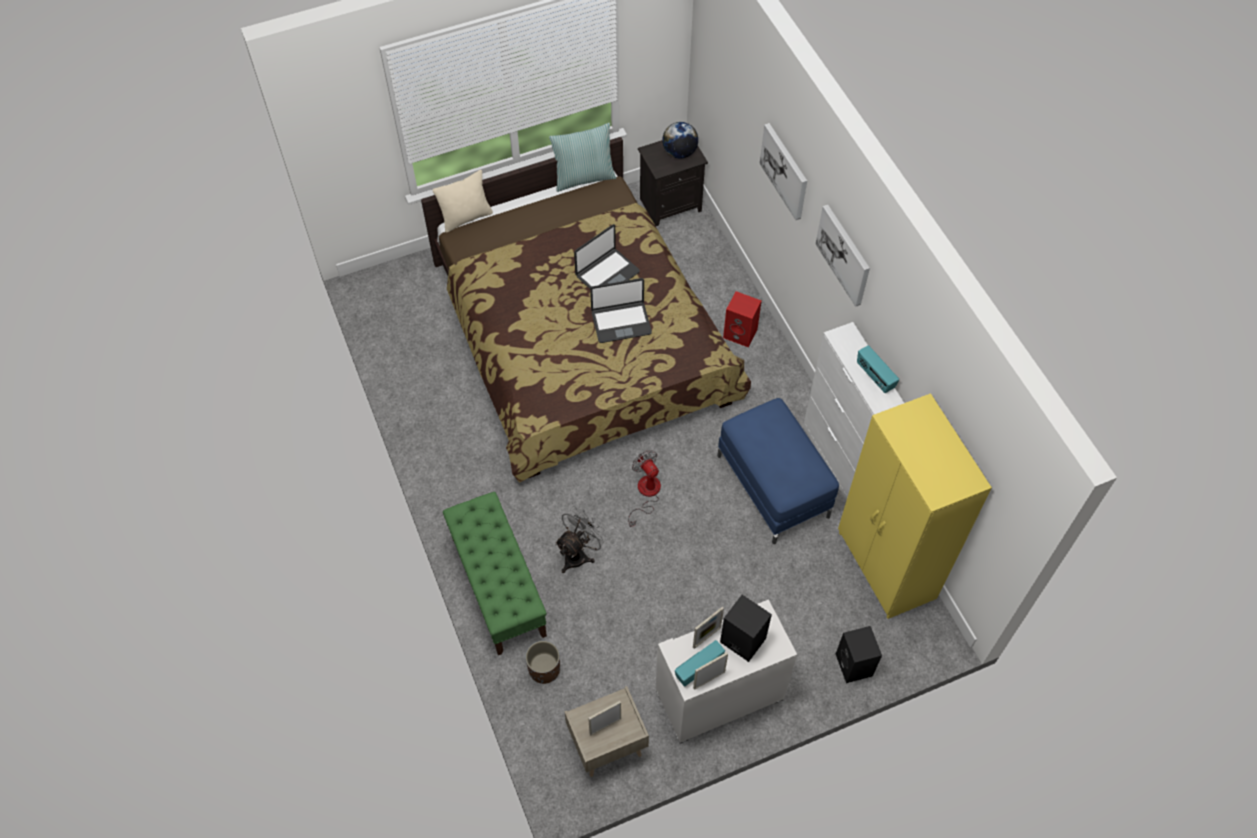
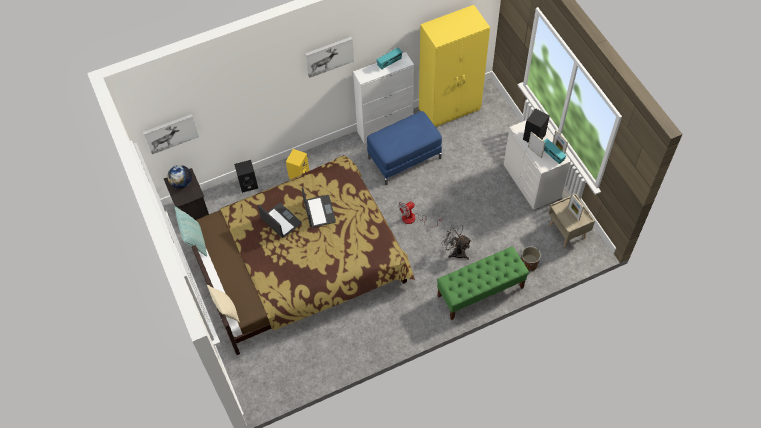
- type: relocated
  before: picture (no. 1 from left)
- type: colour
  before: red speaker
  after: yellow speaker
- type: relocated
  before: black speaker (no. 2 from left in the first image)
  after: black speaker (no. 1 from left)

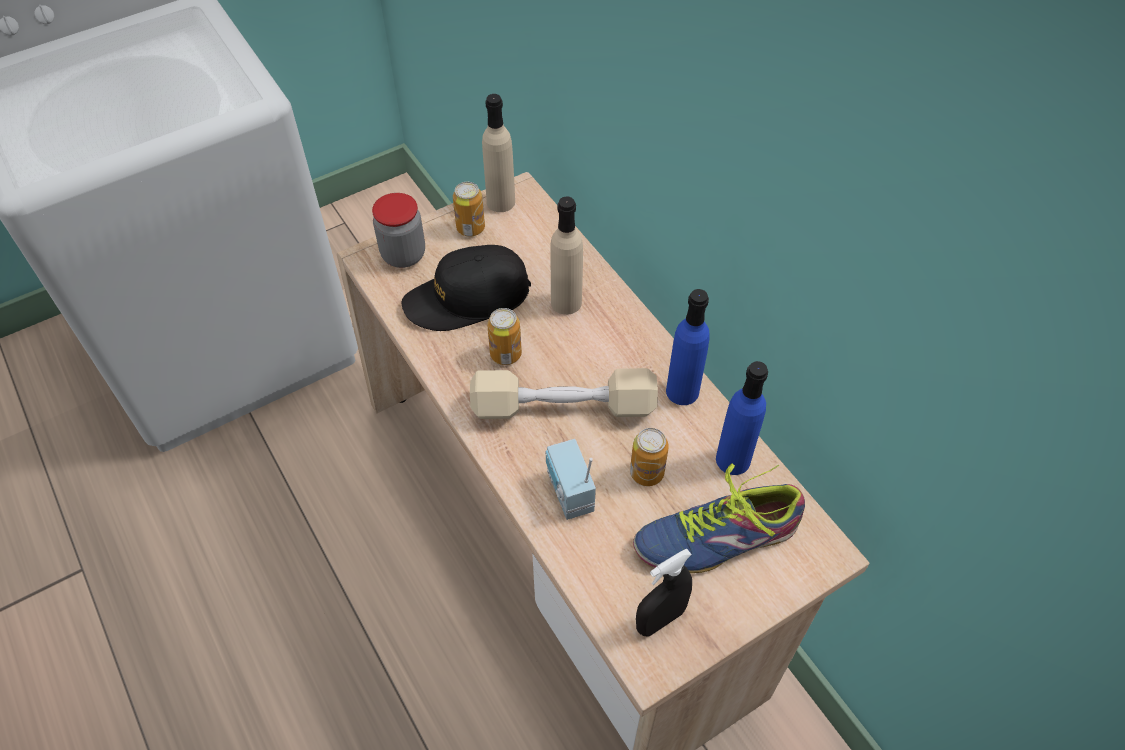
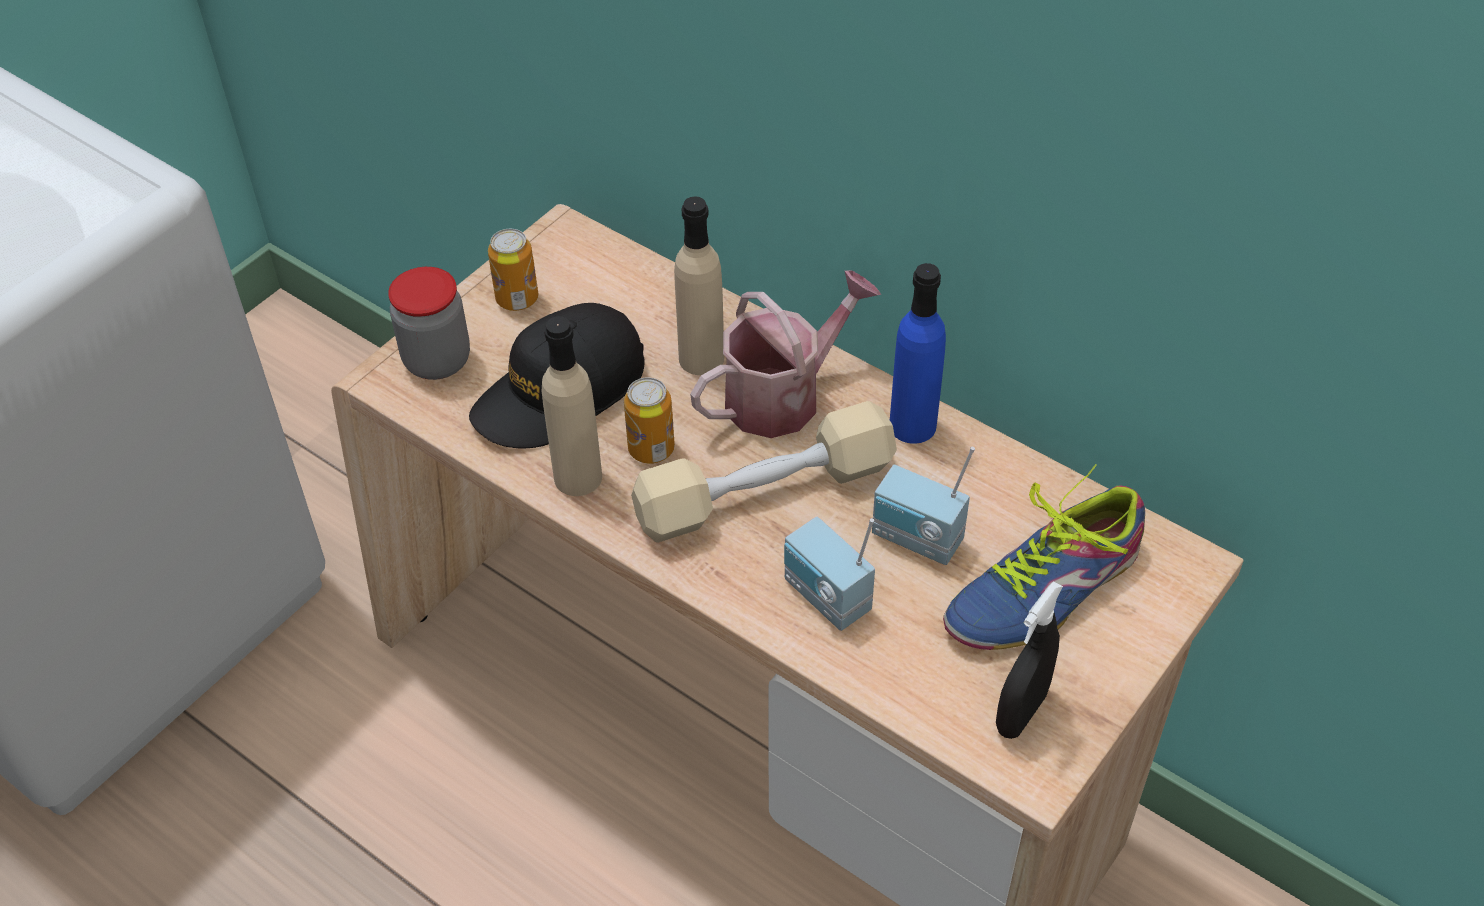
- type: relocated
  before: beige bottle (no. 1 from left)
- type: missing
  before: blue bottle (no. 2 from left)
- type: exchanged
  before: can (no. 3 from left)
  after: radio (no. 2 from left)
- type: appeared
  after: watering can

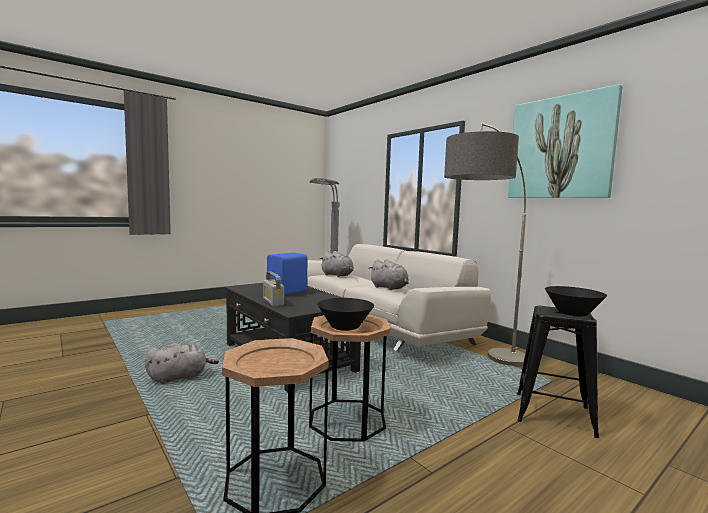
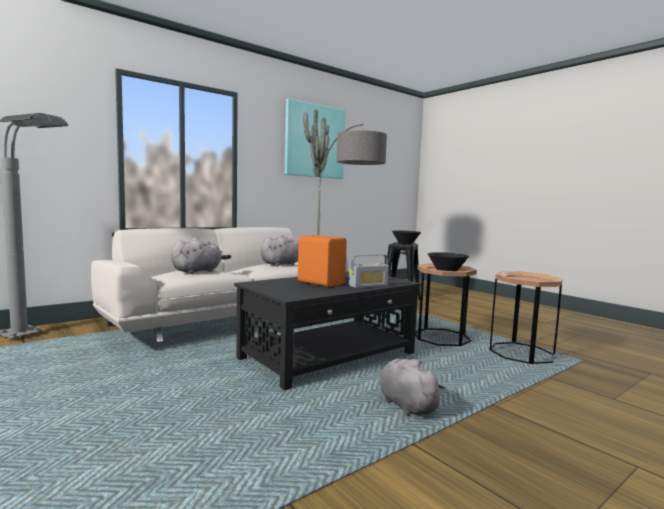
- type: colour
  before: blue speaker
  after: orange speaker

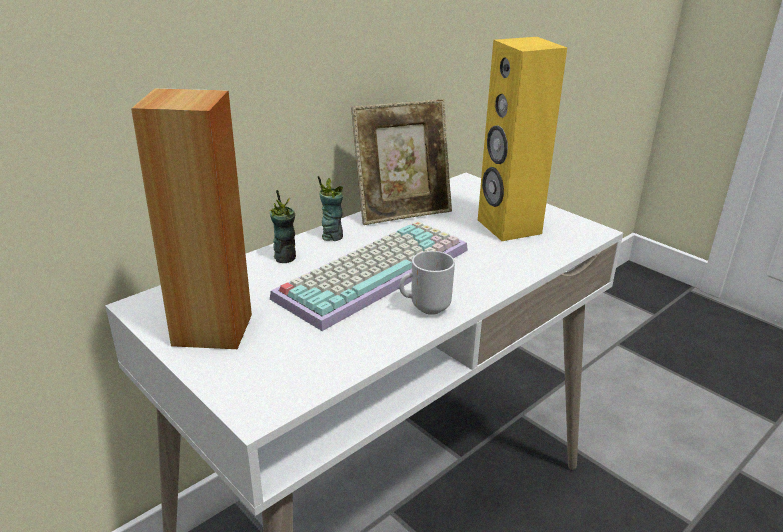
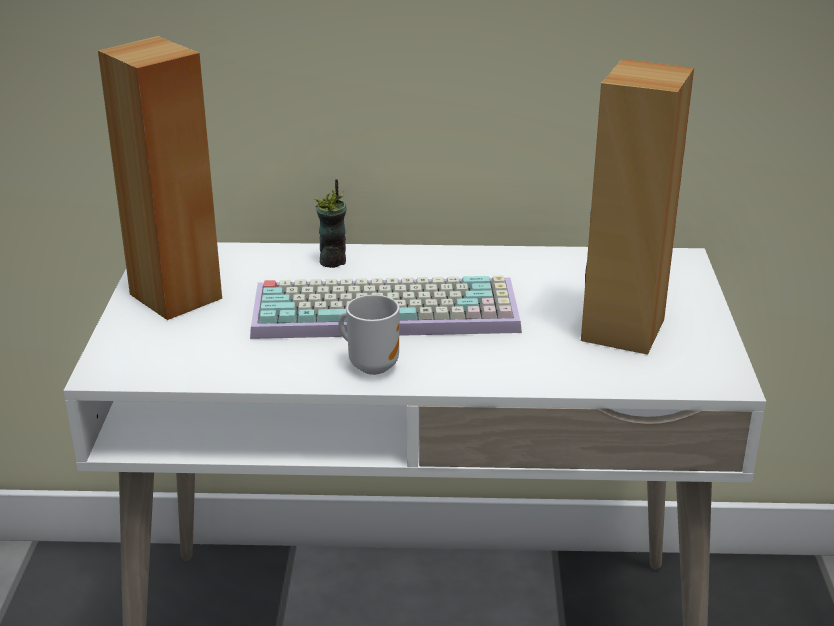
- type: colour
  before: yellow speaker
  after: brown speaker (no. 2 from left)
- type: missing
  before: picture frame
- type: missing
  before: cup (no. 2 from left)

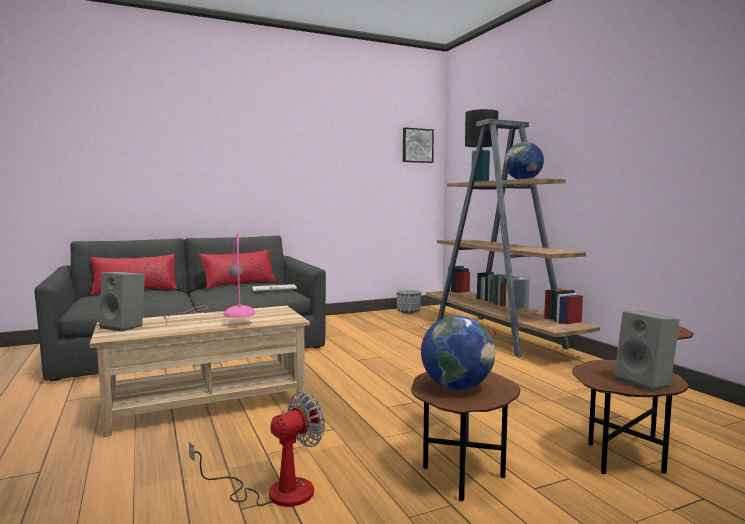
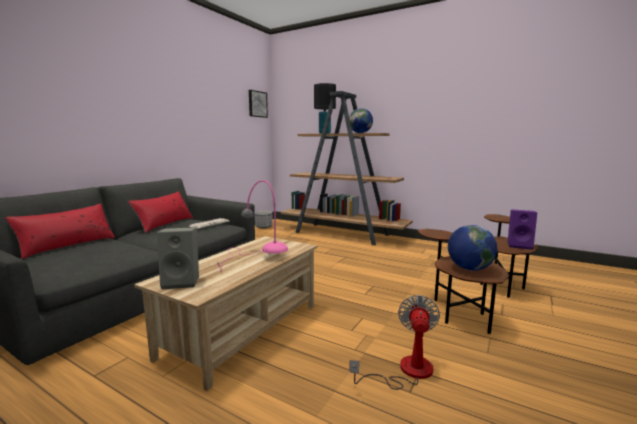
- type: colour
  before: grey speaker (no. 2 from left)
  after: purple speaker

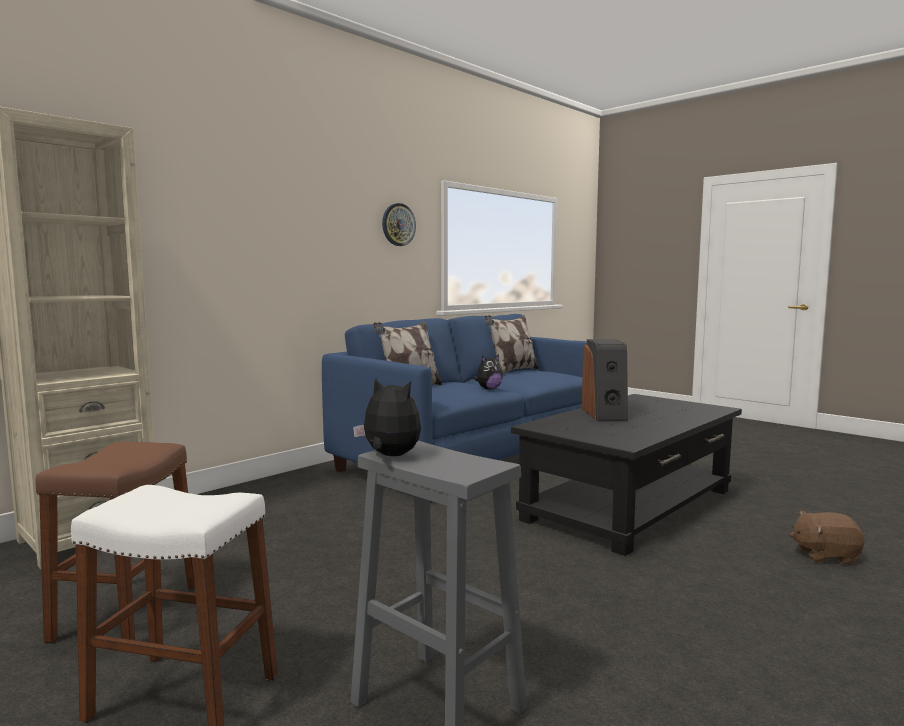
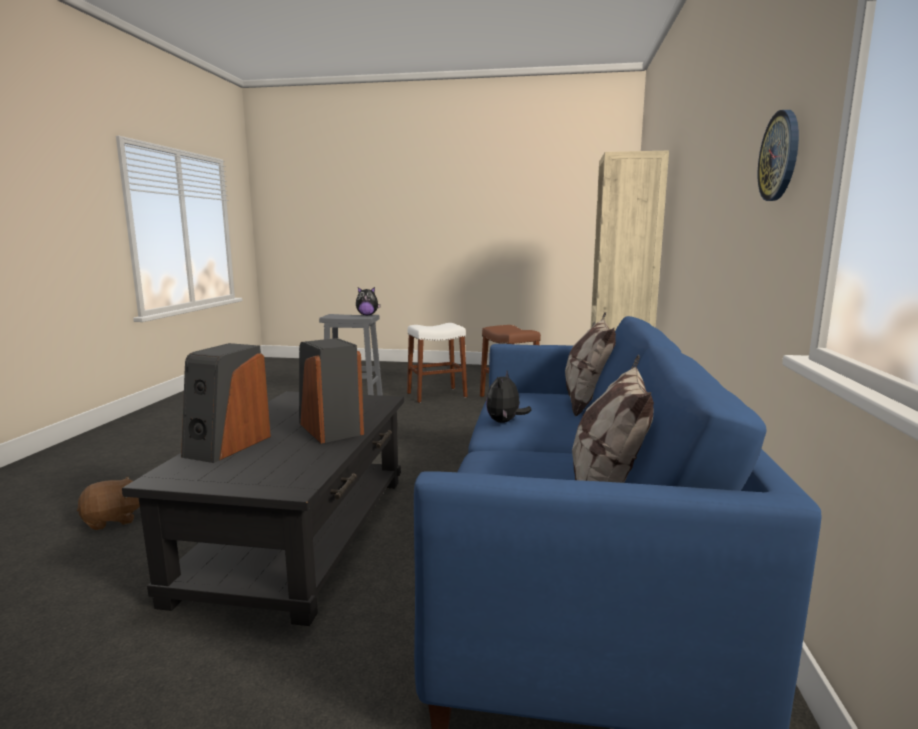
- type: appeared
  after: speaker (no. 1 from left)

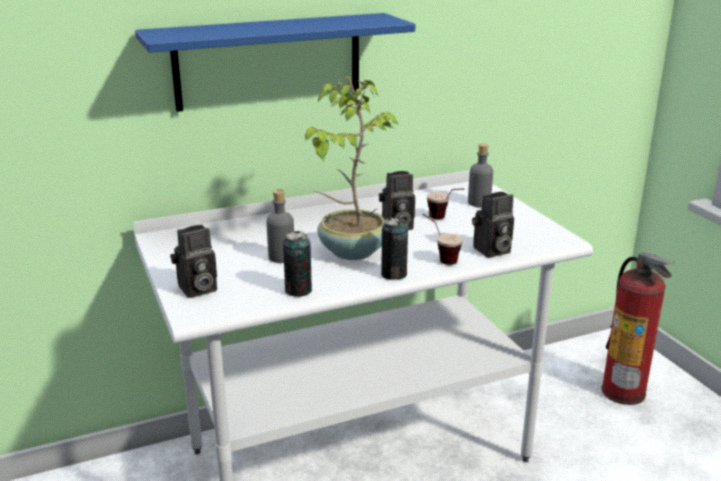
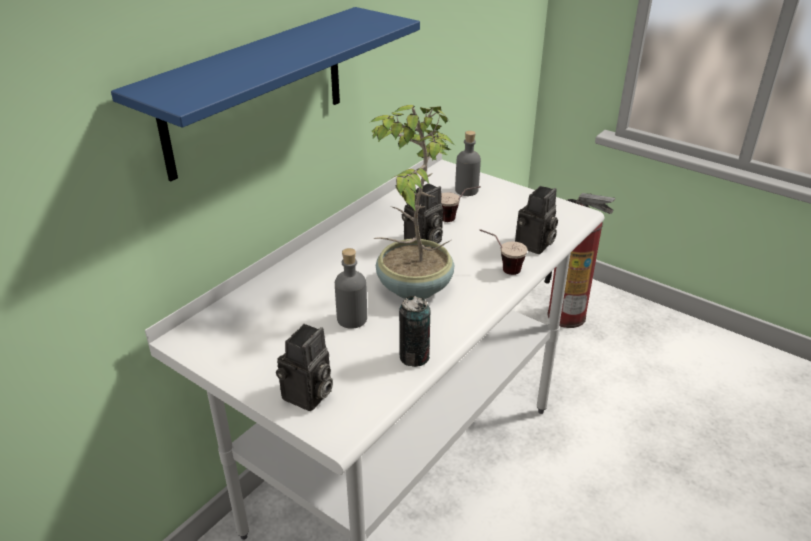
- type: missing
  before: can (no. 2 from left)

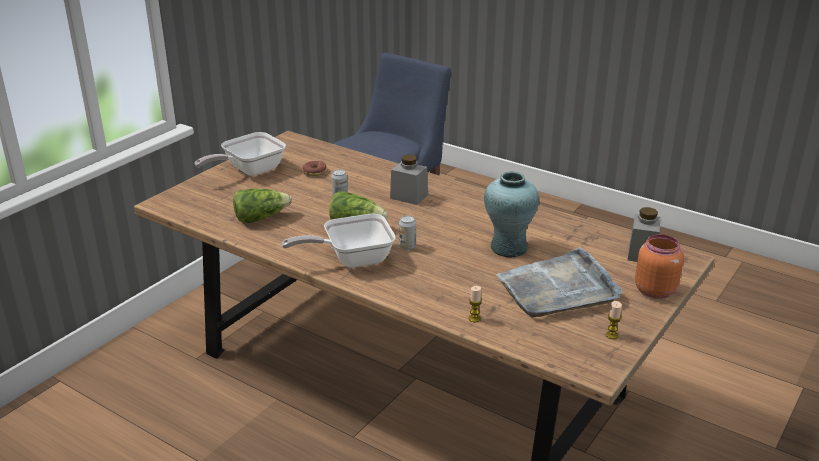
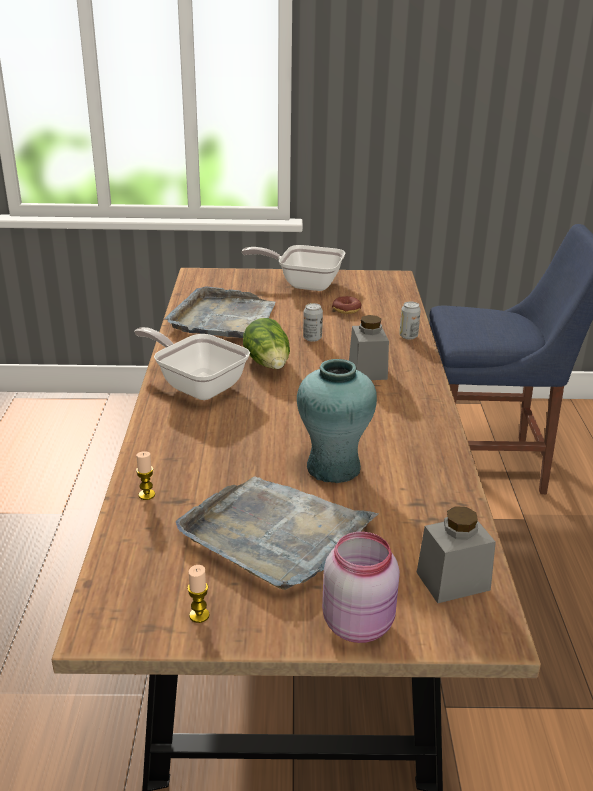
- type: exchanged
  before: lettuce (no. 1 from left)
  after: grey tray (no. 1 from left)
- type: relocated
  before: can (no. 2 from left)
- type: colour
  before: orange jar
  after: pink jar

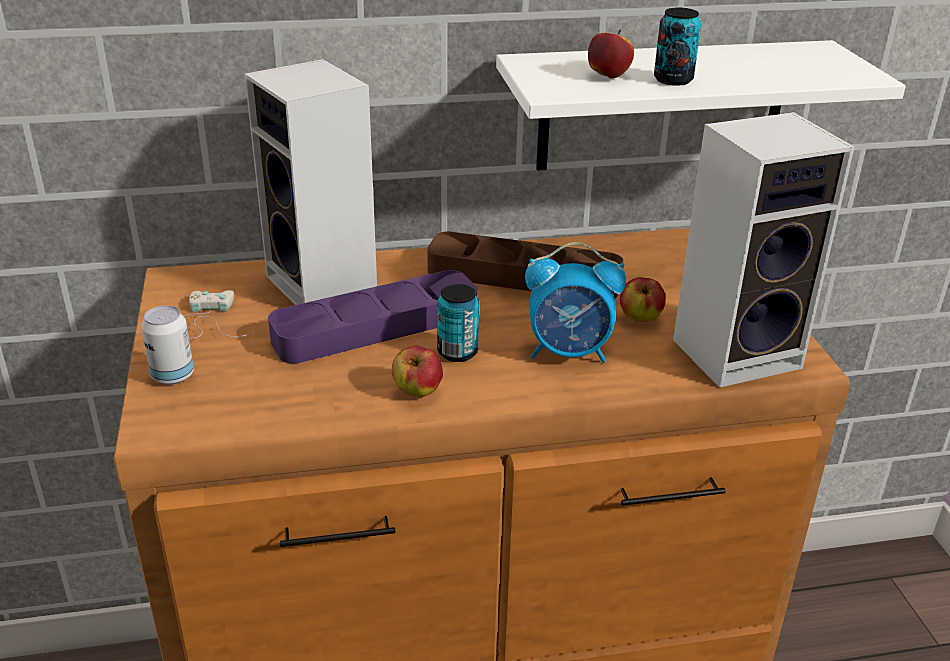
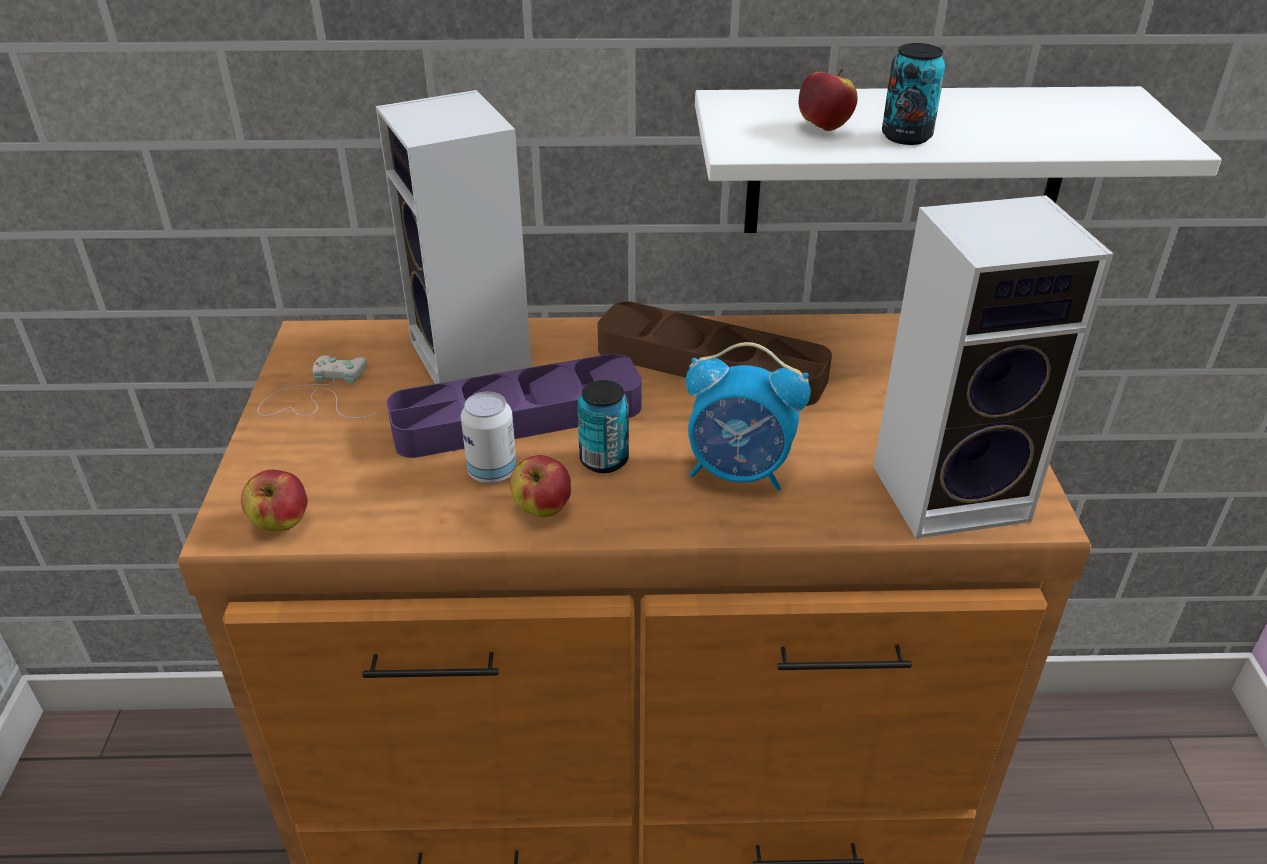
- type: relocated
  before: apple (no. 3 from left in the first image)
  after: apple (no. 1 from left)
- type: relocated
  before: can (no. 1 from left)

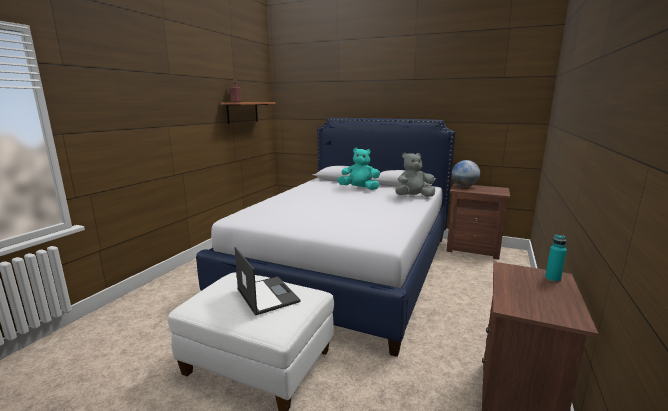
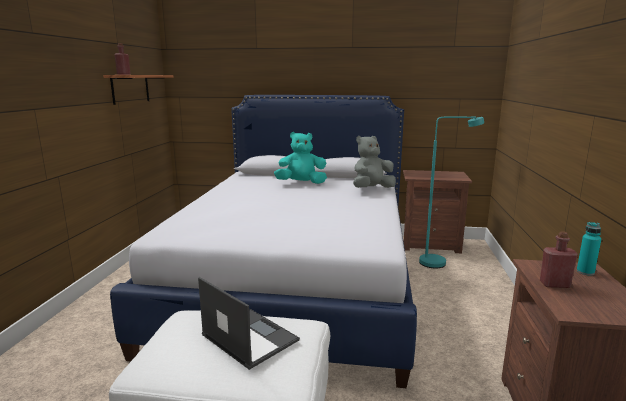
- type: missing
  before: globe
- type: appeared
  after: turquoise floor lamp
- type: appeared
  after: red bottle (no. 2 from left)

